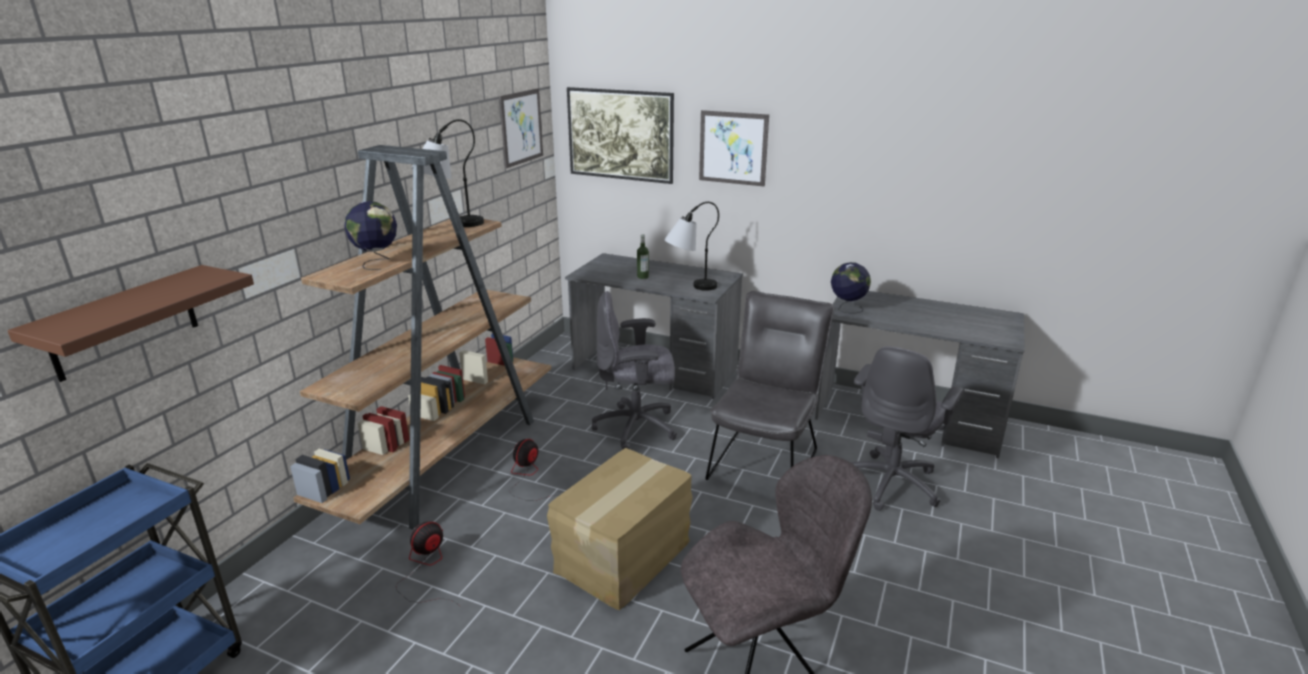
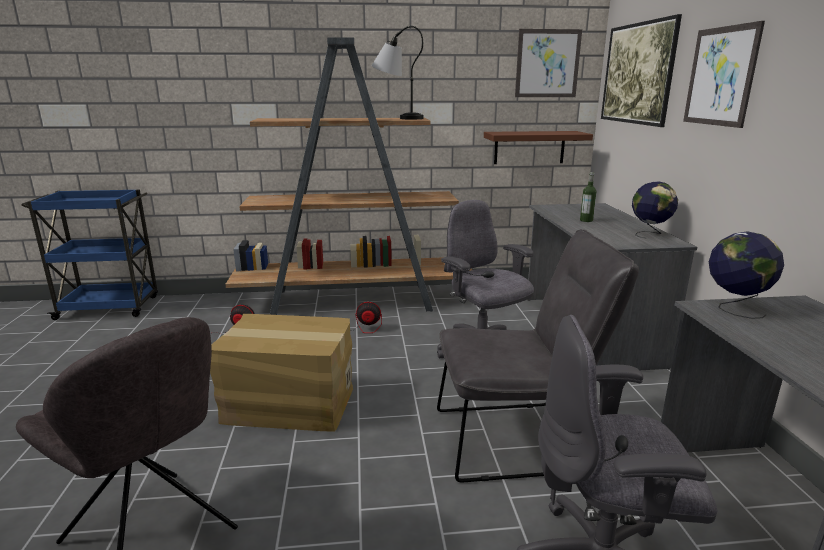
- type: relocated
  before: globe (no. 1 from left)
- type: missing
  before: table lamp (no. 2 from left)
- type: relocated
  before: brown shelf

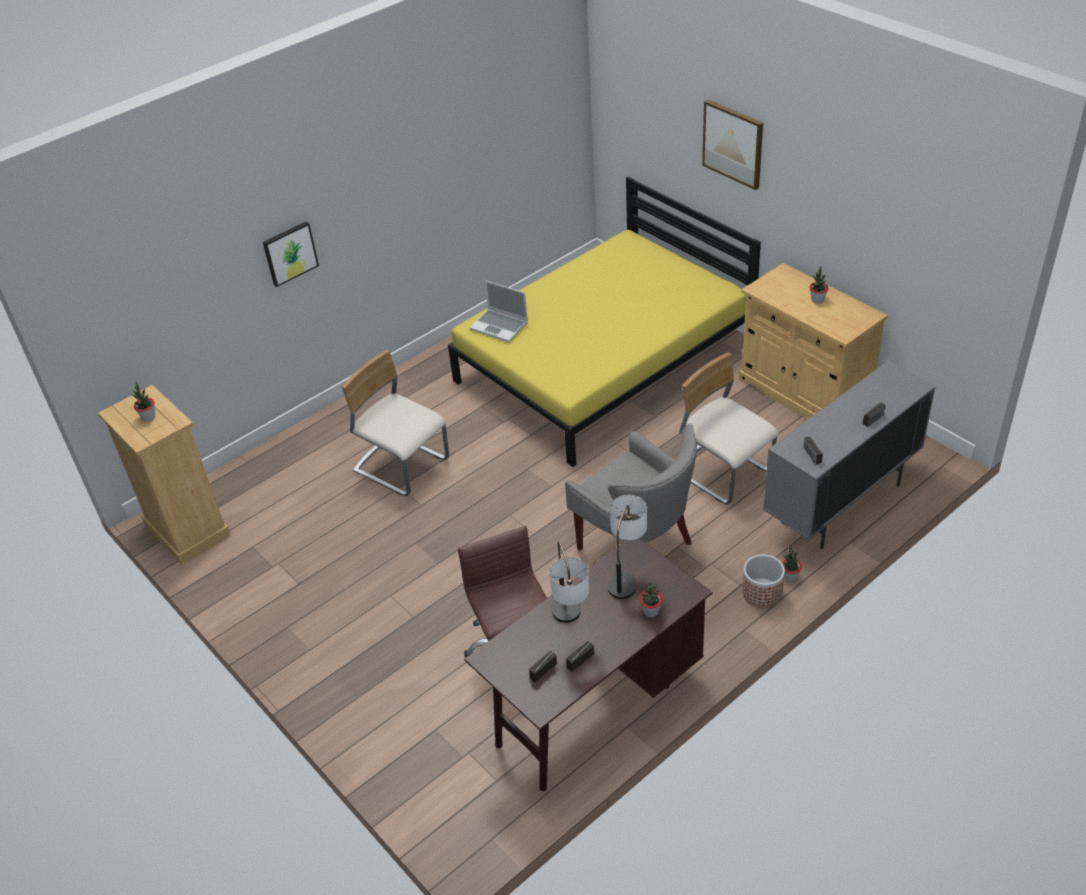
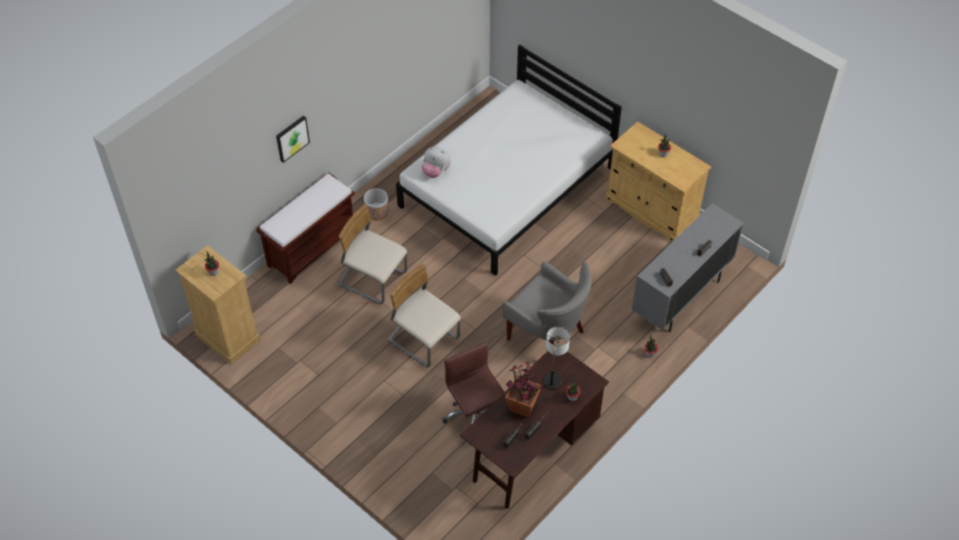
- type: missing
  before: picture (no. 2 from left)
- type: colour
  before: yellow bed
  after: white bed
- type: exchanged
  before: laptop
  after: plush toy
- type: relocated
  before: beige chair (no. 2 from left)
- type: exchanged
  before: table lamp (no. 1 from left)
  after: potted plant (no. 2 from left)
- type: relocated
  before: planter
- type: appeared
  after: brown bench

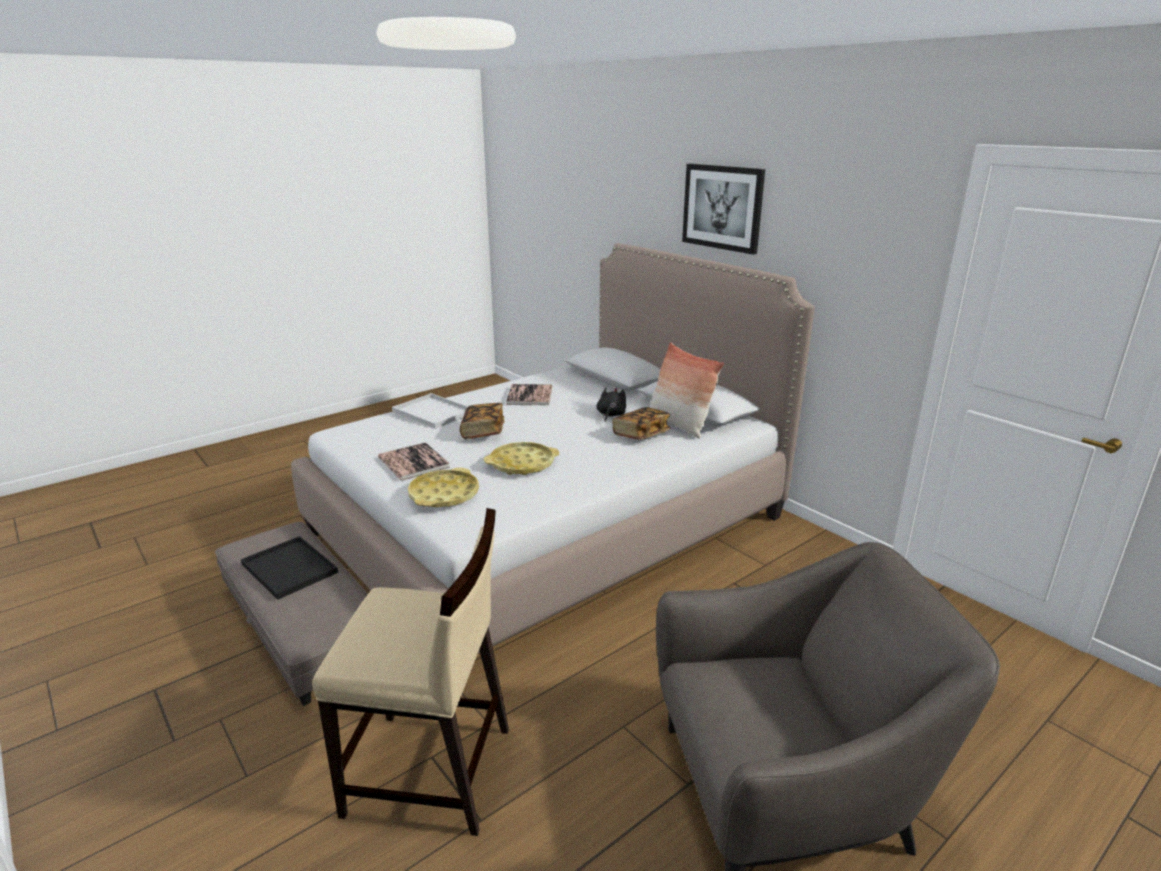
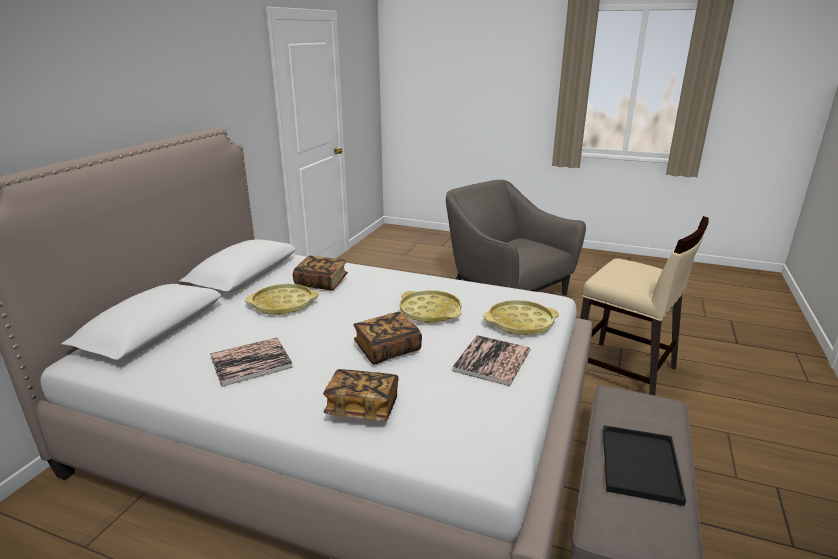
- type: missing
  before: picture
- type: missing
  before: pillow
- type: exchanged
  before: black plush toy
  after: yellow tray (no. 1 from left)
- type: exchanged
  before: white tray
  after: book (no. 3 from left)
- type: spun
  before: beige chair
  turn: 150

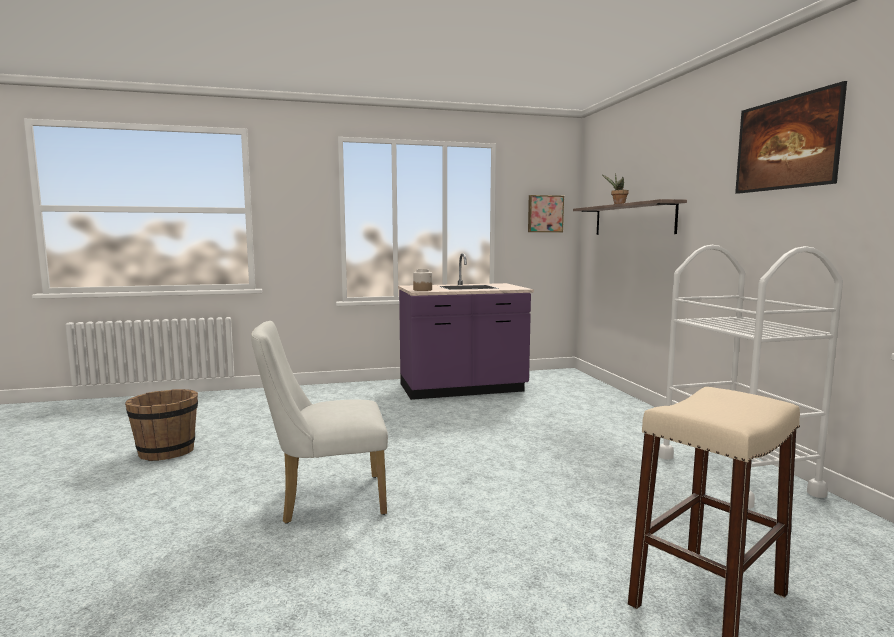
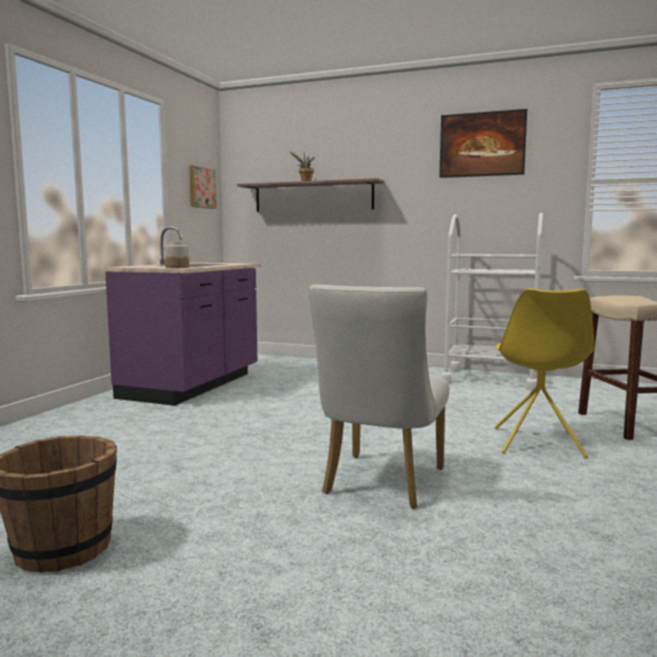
- type: appeared
  after: yellow chair

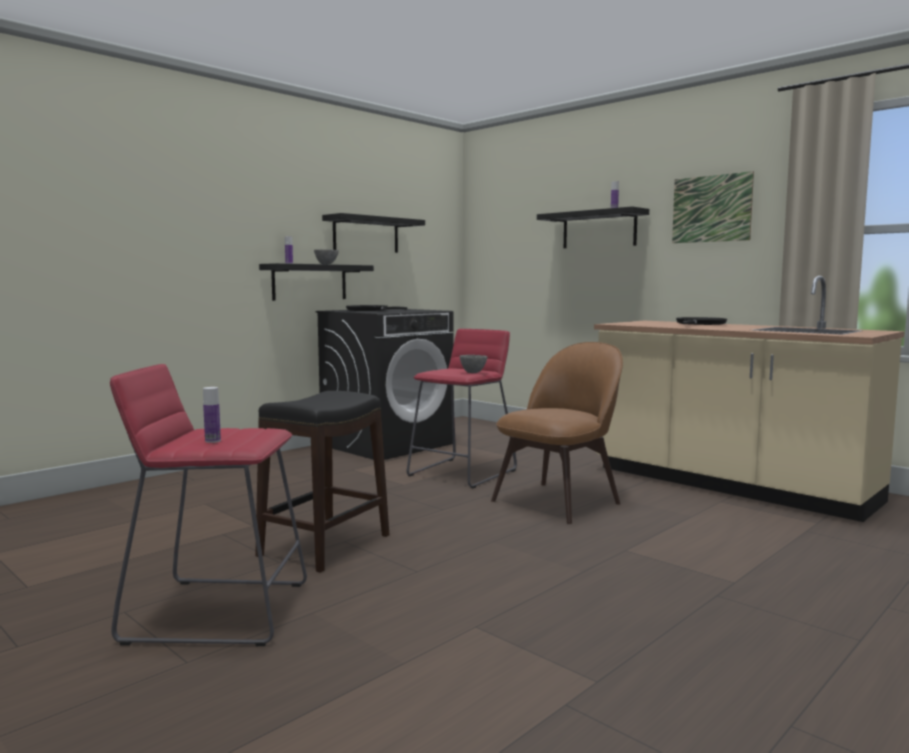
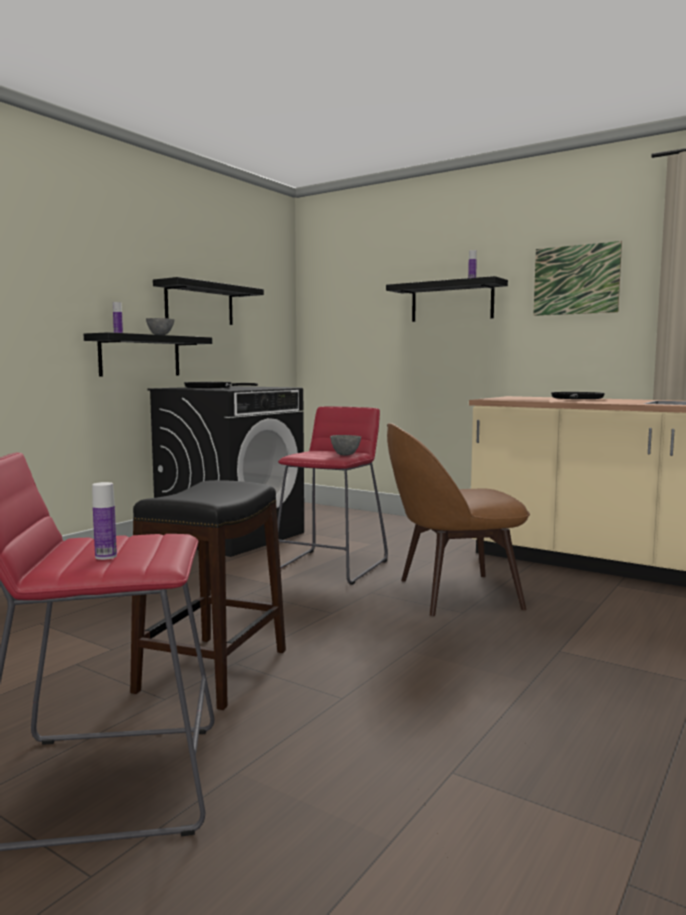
- type: spun
  before: brown chair
  turn: -135

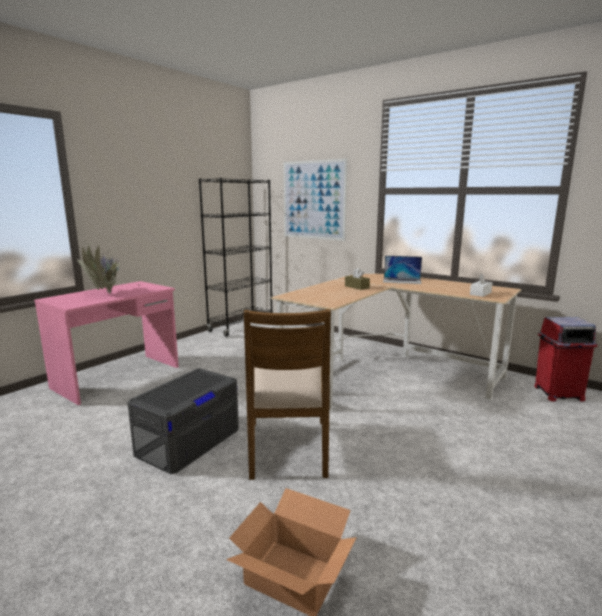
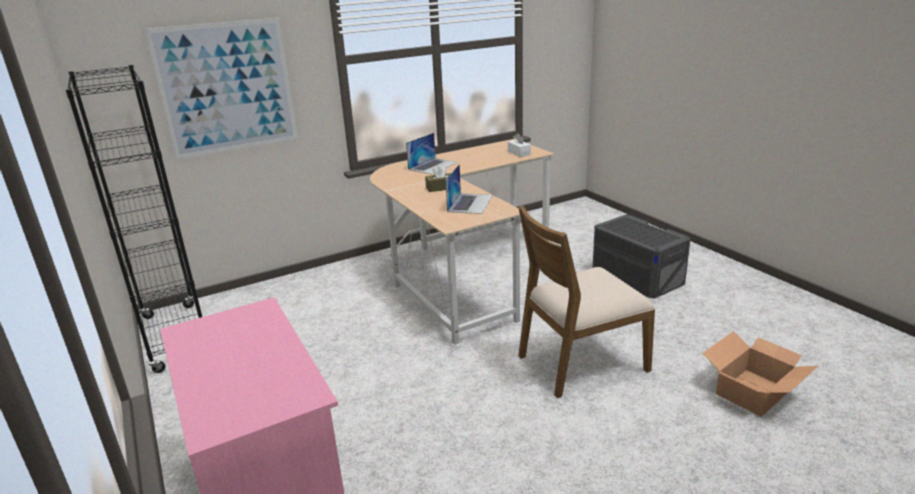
- type: missing
  before: potted plant
- type: spun
  before: brown chair
  turn: 135
- type: missing
  before: red trash can
- type: relocated
  before: grey storage box
- type: appeared
  after: laptop (no. 2 from left)

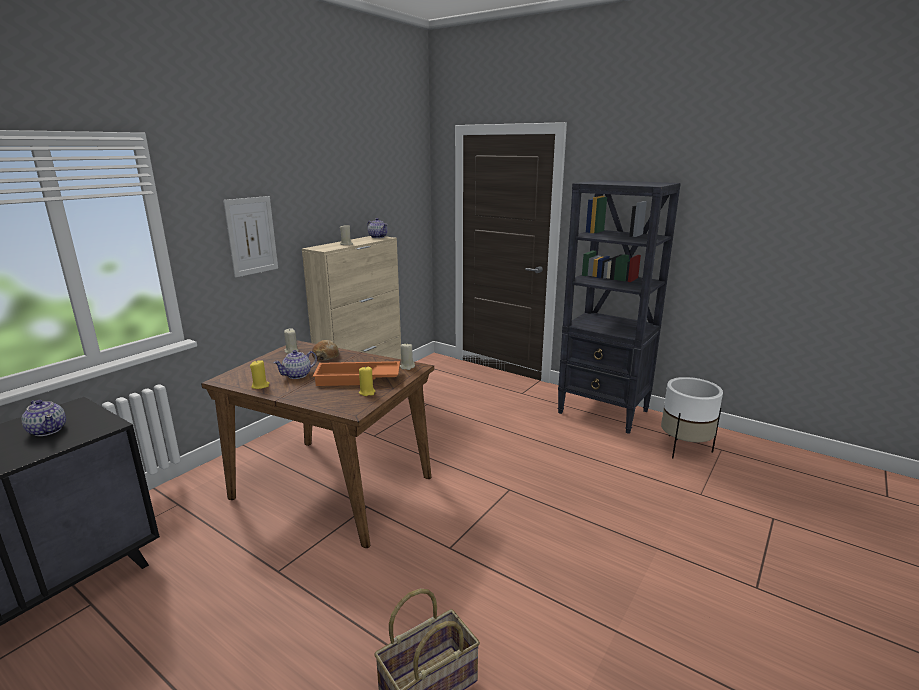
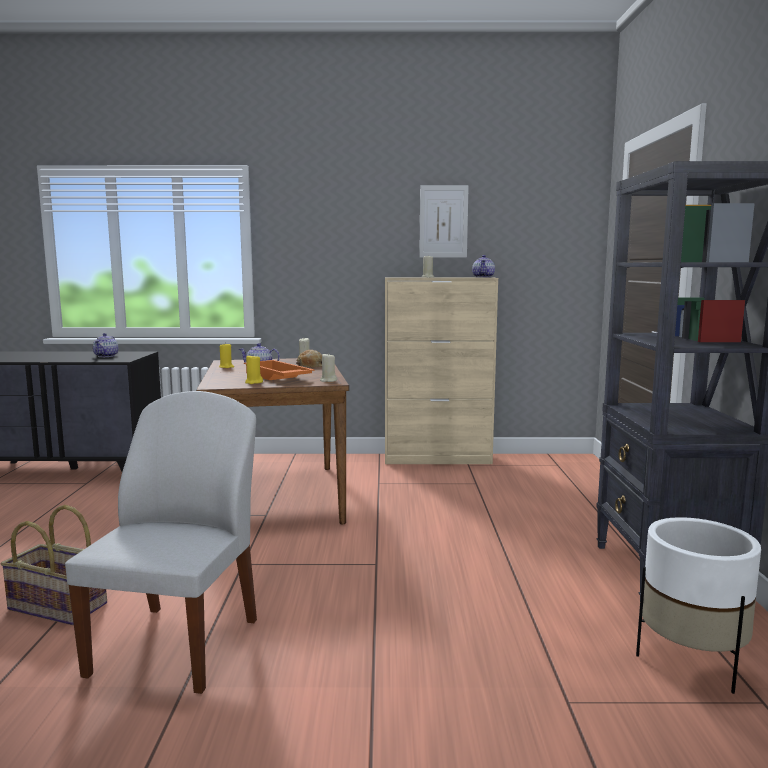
- type: relocated
  before: picture
- type: appeared
  after: white chair

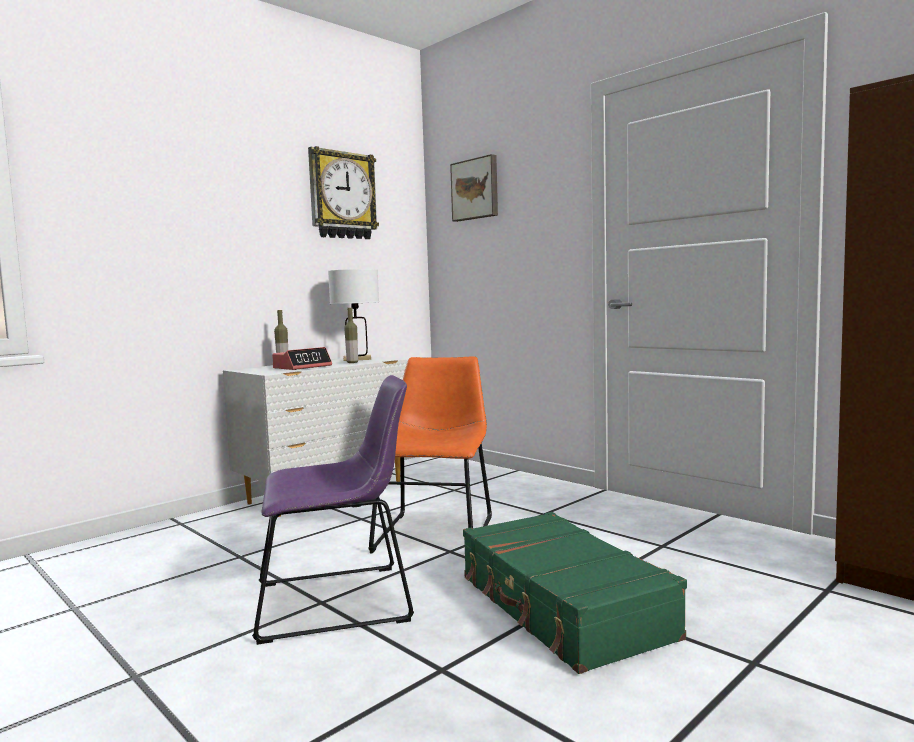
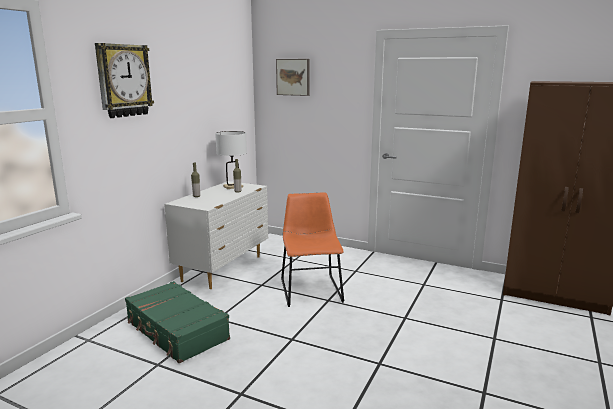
- type: relocated
  before: wall clock
- type: missing
  before: alarm clock
- type: missing
  before: purple chair
- type: relocated
  before: green suitcase

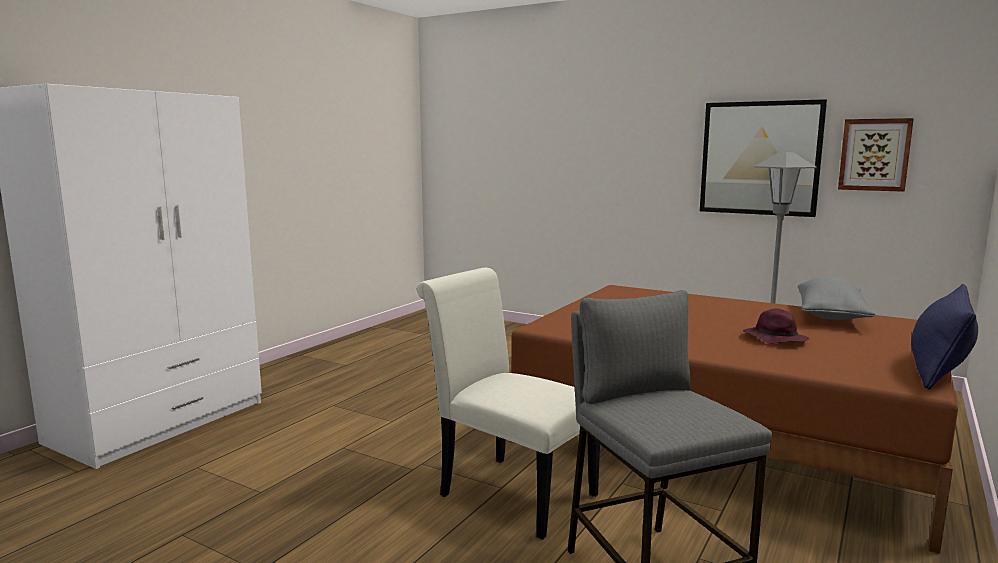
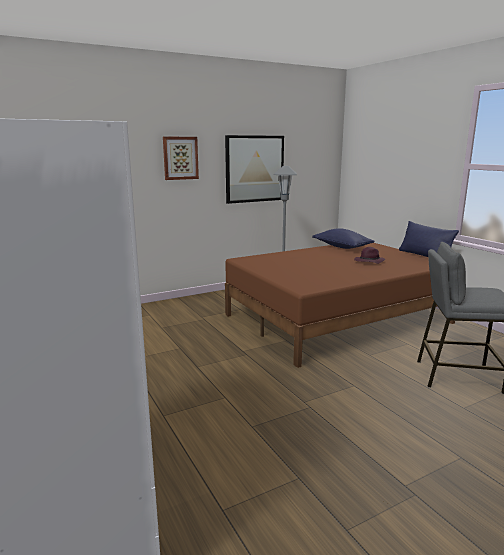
- type: relocated
  before: picture (no. 2 from left in the first image)
  after: picture (no. 1 from left)
- type: missing
  before: white chair
- type: colour
  before: grey pillow
  after: blue pillow (no. 1 from left)

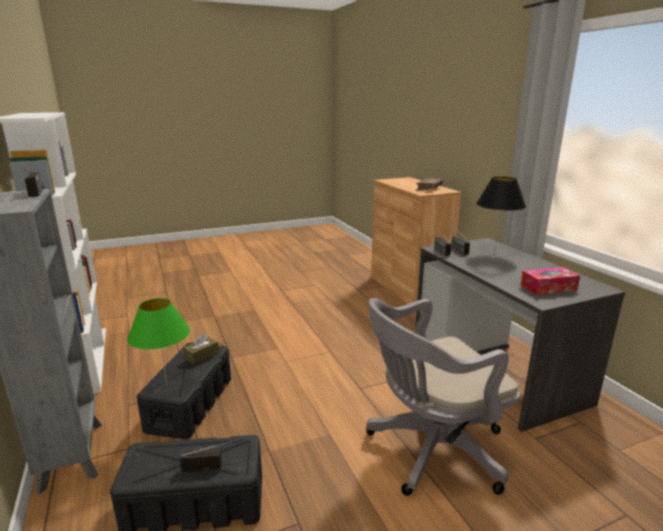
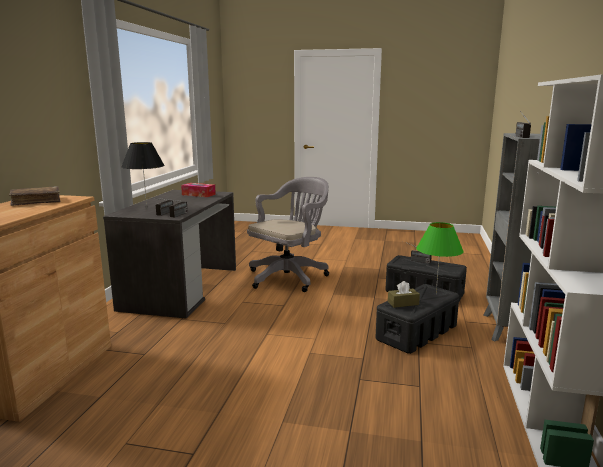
- type: spun
  before: grey office chair
  turn: -60

